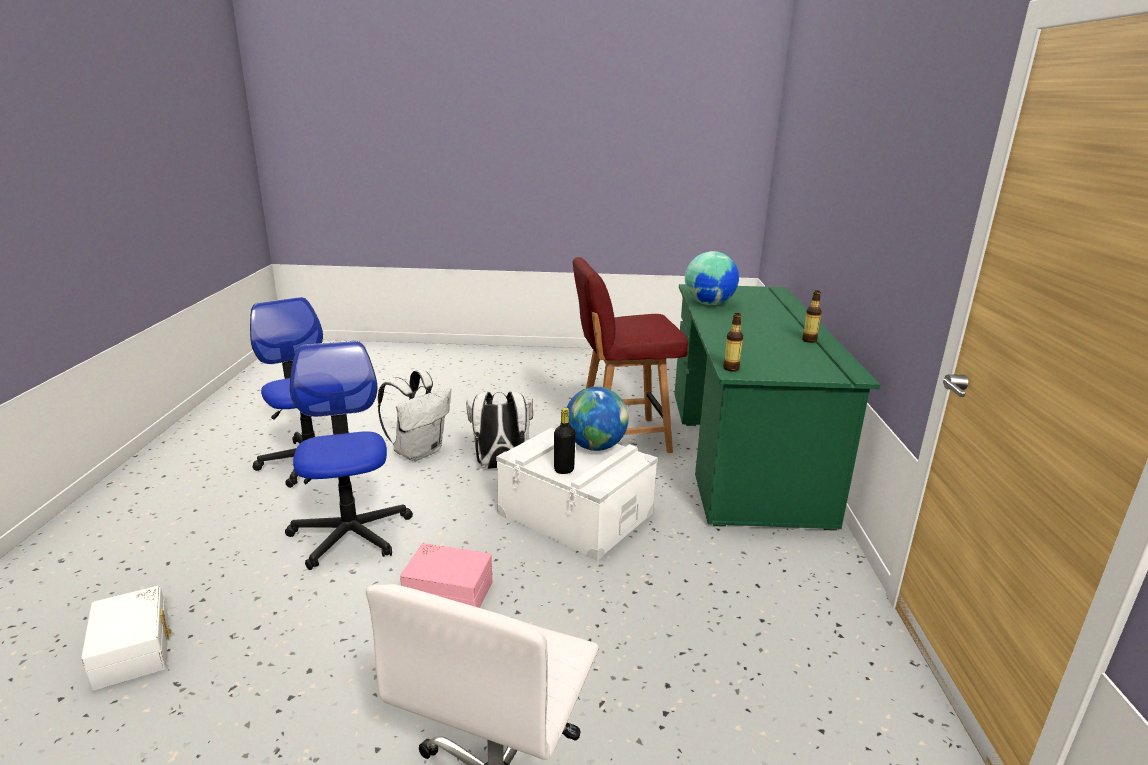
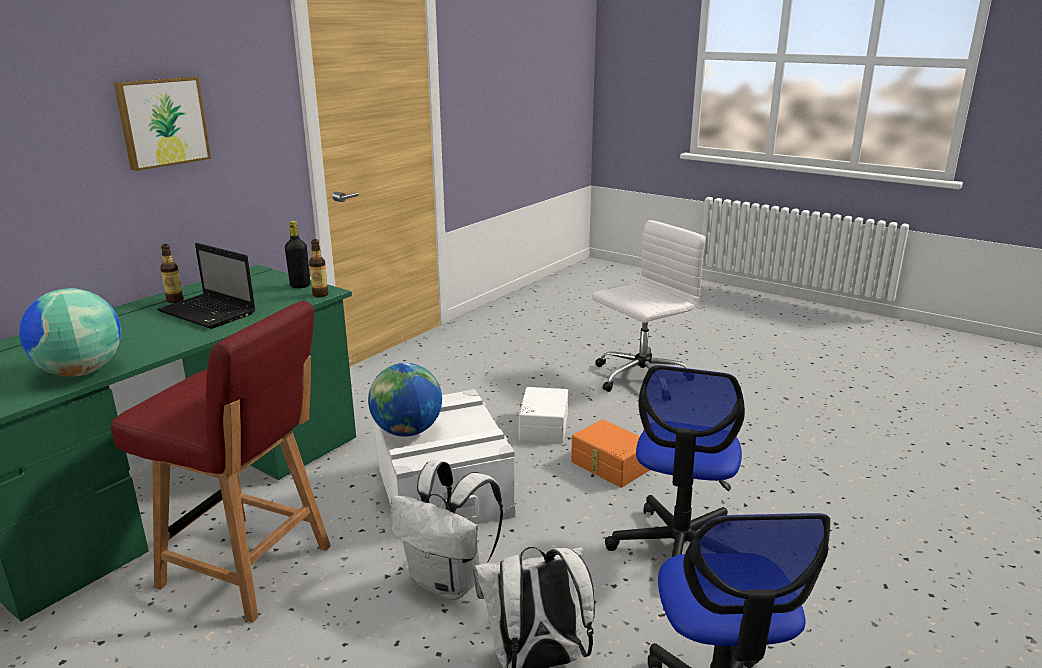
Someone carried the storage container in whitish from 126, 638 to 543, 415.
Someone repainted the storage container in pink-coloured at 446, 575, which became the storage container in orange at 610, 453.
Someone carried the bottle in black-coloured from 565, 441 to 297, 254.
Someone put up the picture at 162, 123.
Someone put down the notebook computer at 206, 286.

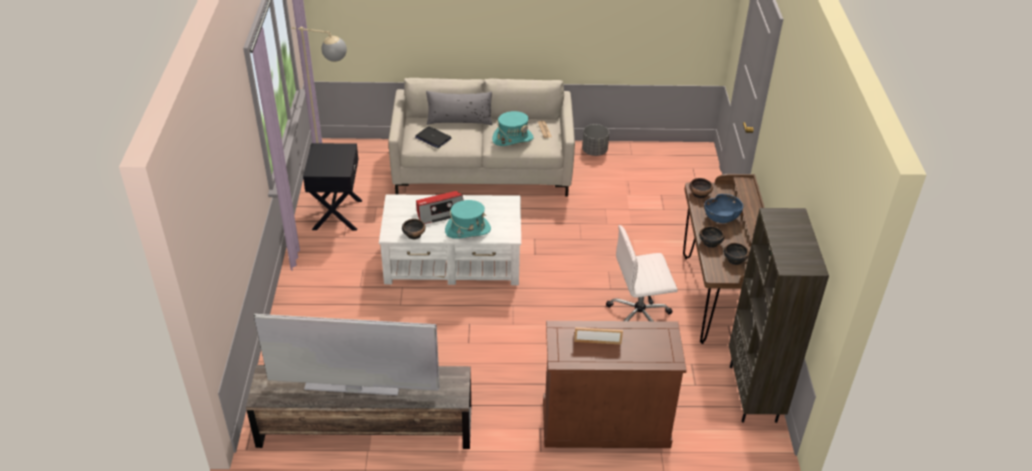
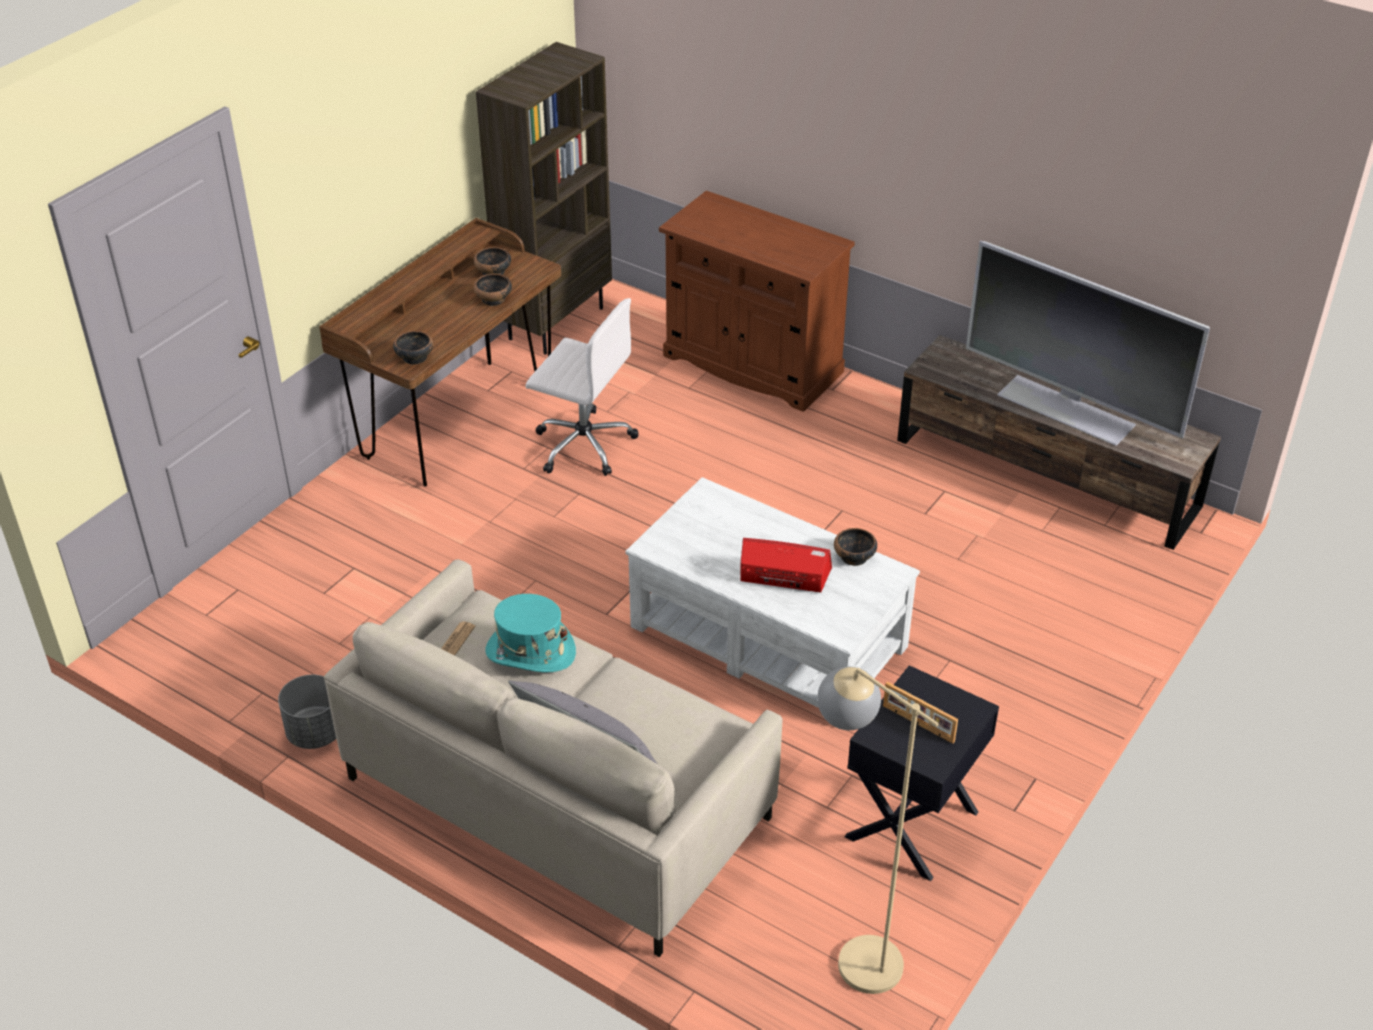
Someone took away the notebook computer at 433, 137.
Someone took away the wearable hat in blue-green at 468, 219.
Someone carried the standing frame from 598, 336 to 920, 713.
Someone took away the deep dish in blue at 723, 208.

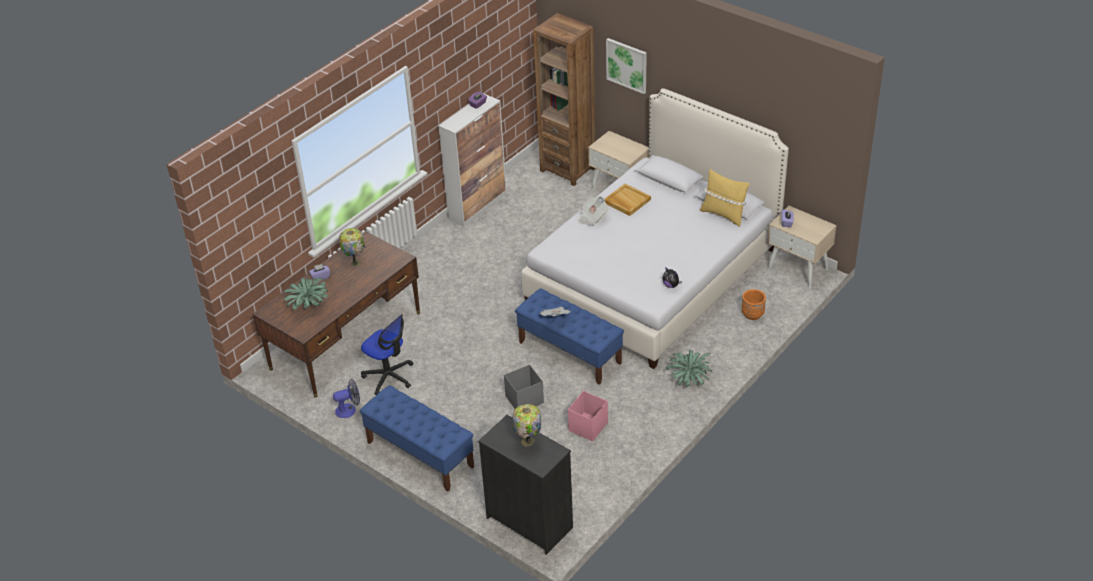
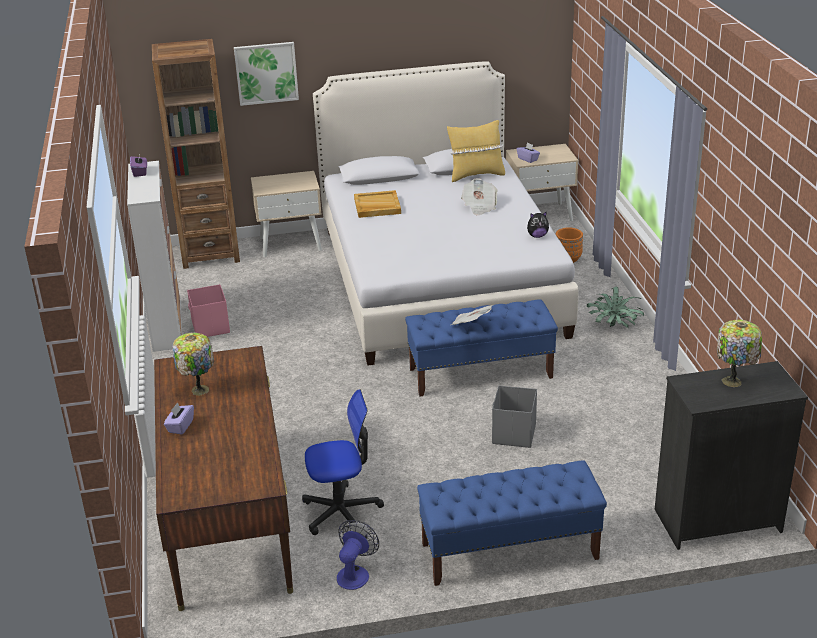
Someone took away the potted plant at 306, 293.
Someone carried the storage container in pink-coloured from 588, 416 to 208, 310.
Someone carried the newspaper from 593, 211 to 479, 196.

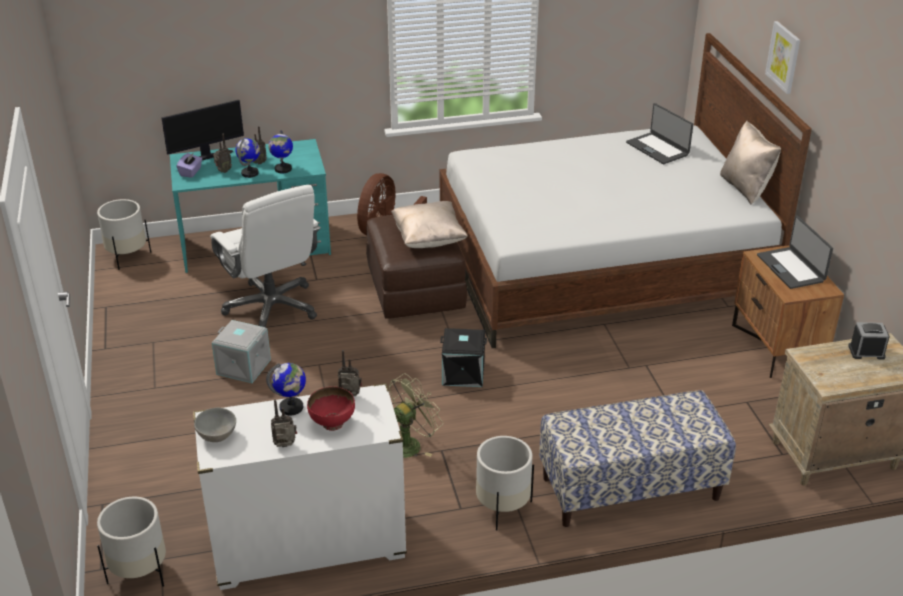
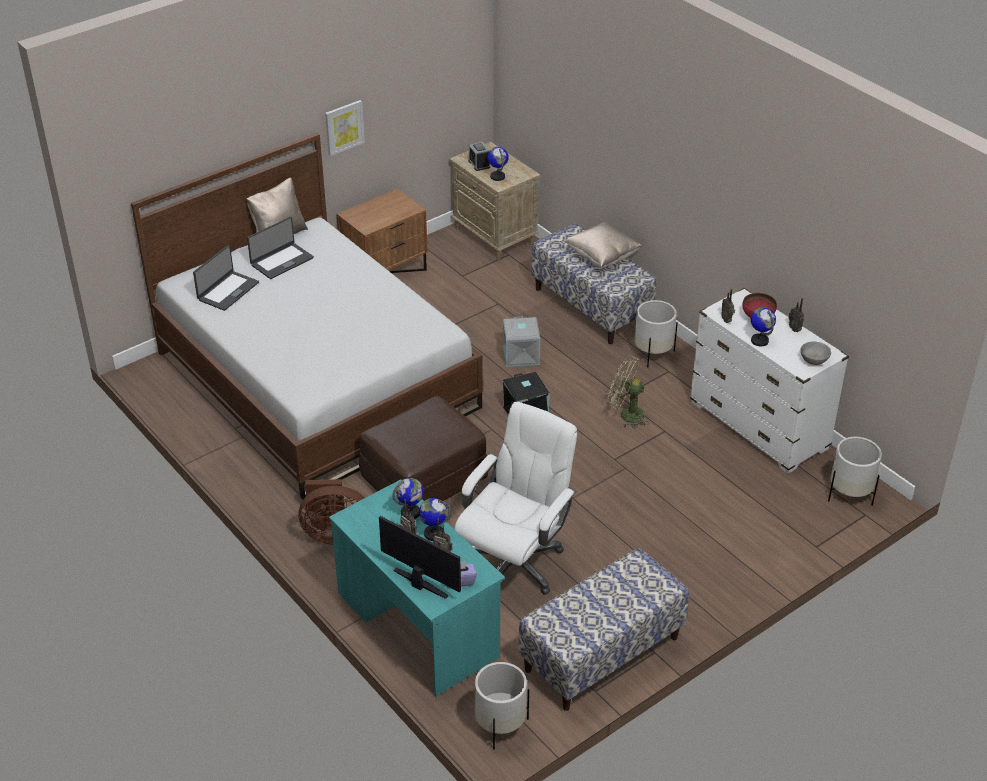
Someone carried the storage container in greyish from 241, 351 to 521, 341.
Someone carried the cushion in beige from 429, 224 to 603, 245.
Someone carried the notebook computer from 795, 252 to 280, 248.
Someone carried the picture from 782, 57 to 345, 128.
Someone put down the desk globe at 498, 164.
Someone put down the bench at 604, 629.

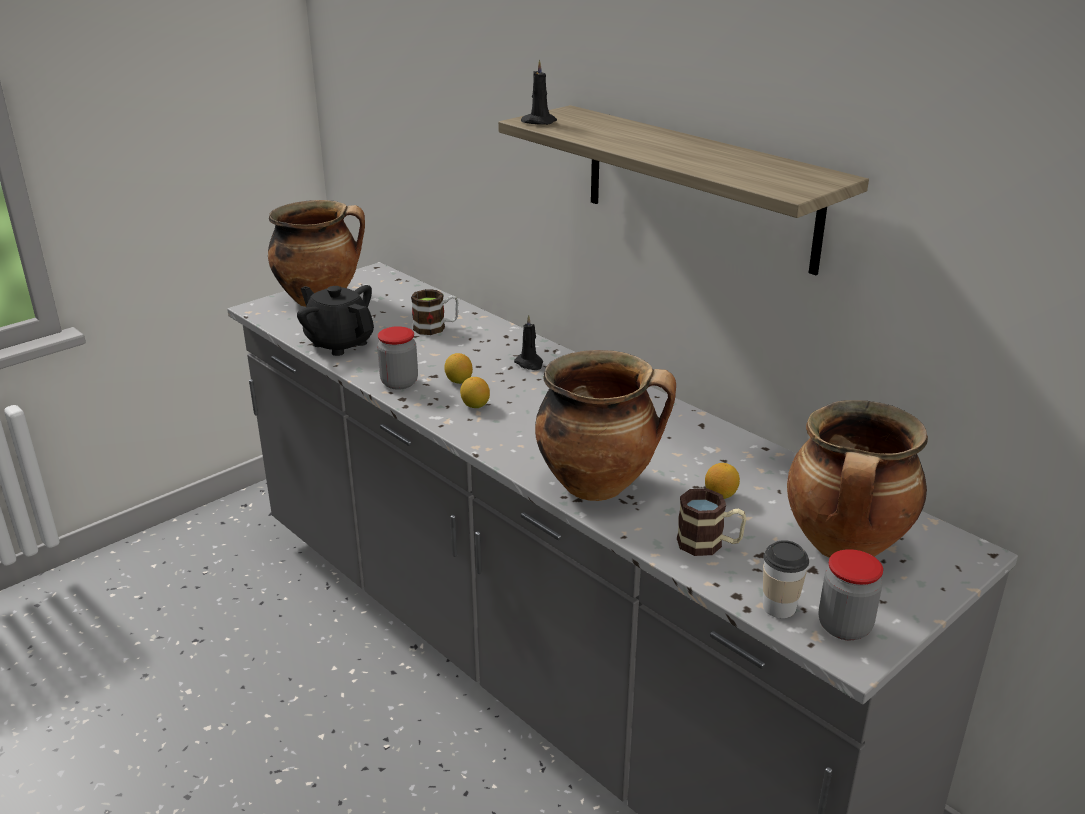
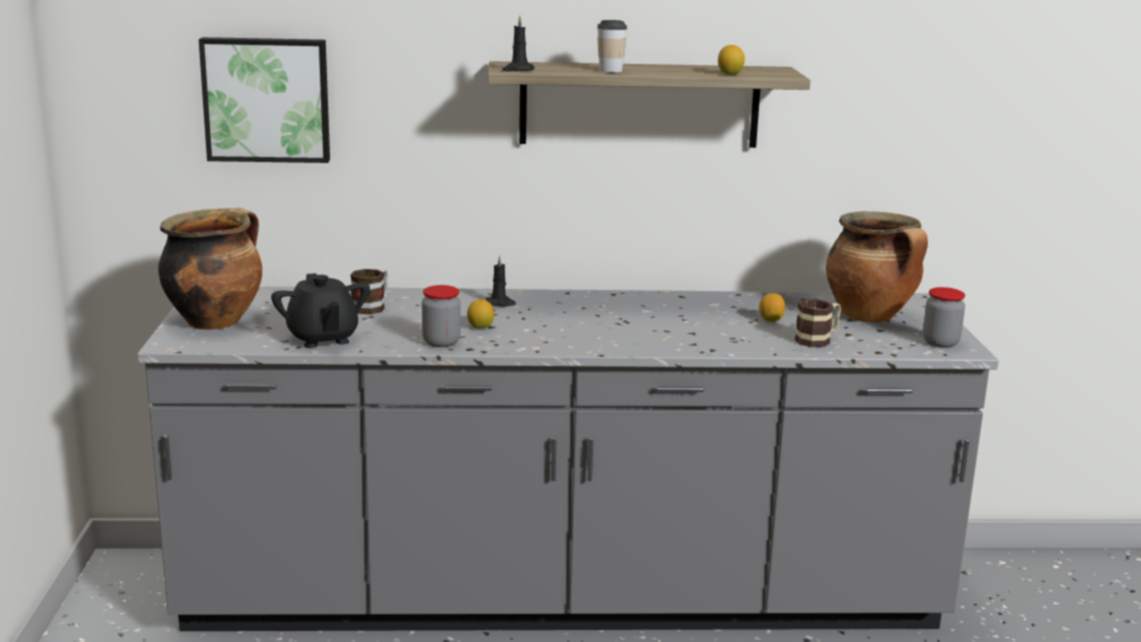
Someone rotated the teapot in black-coloured at 335, 320 by 105 degrees counterclockwise.
Someone carried the lemon from 475, 392 to 731, 59.
Someone took away the cooking pot at 605, 425.
Someone carried the drinking cup from 786, 579 to 612, 46.
Someone put up the picture at 264, 100.

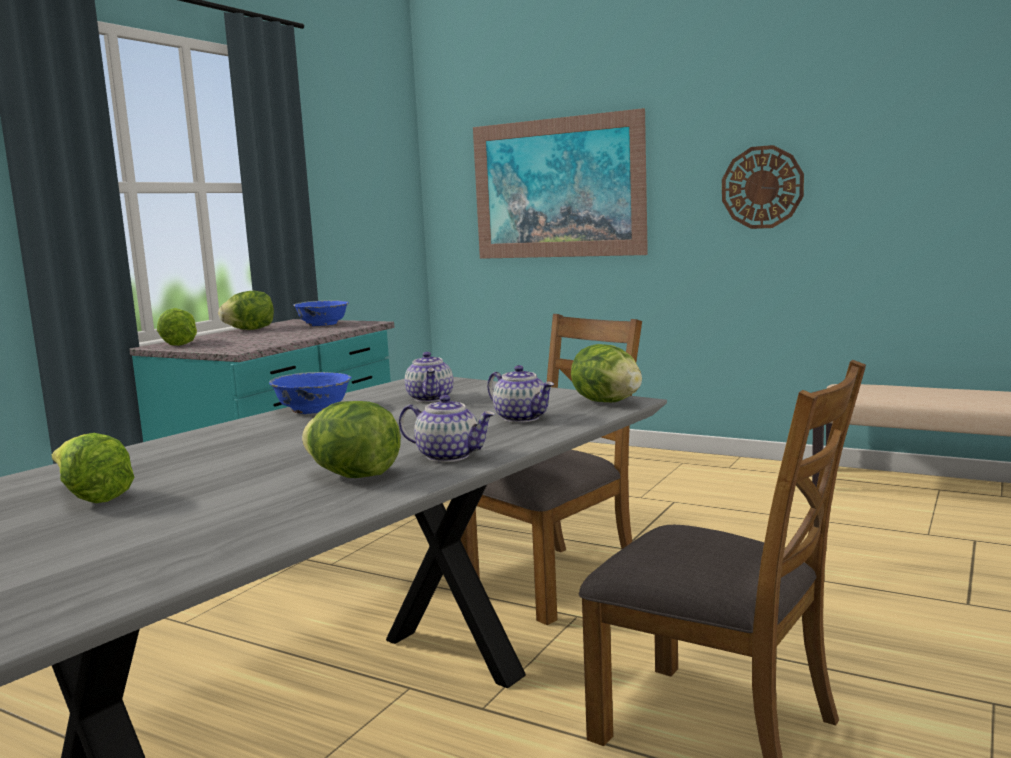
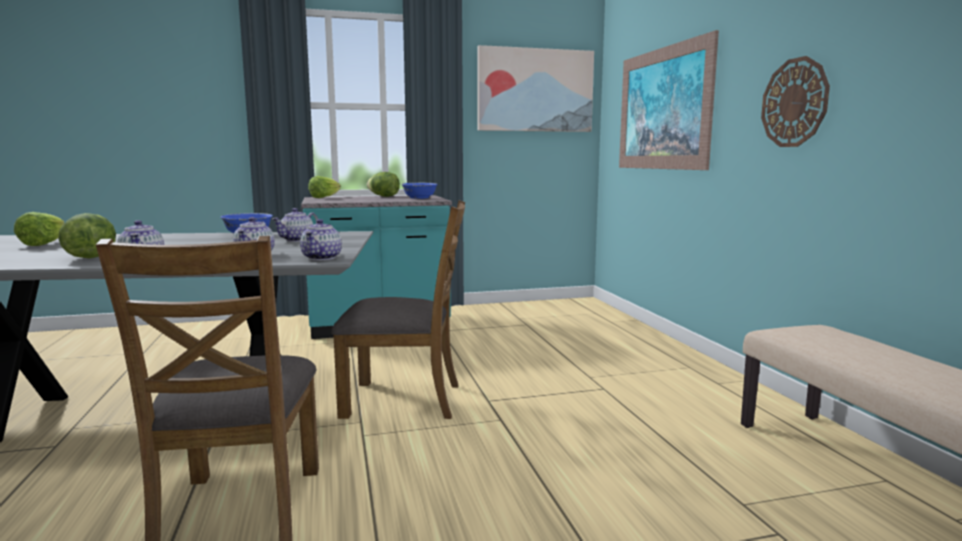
Someone swapped the lettuce head at 606, 373 for the teapot at 321, 239.
Someone put up the picture at 535, 88.

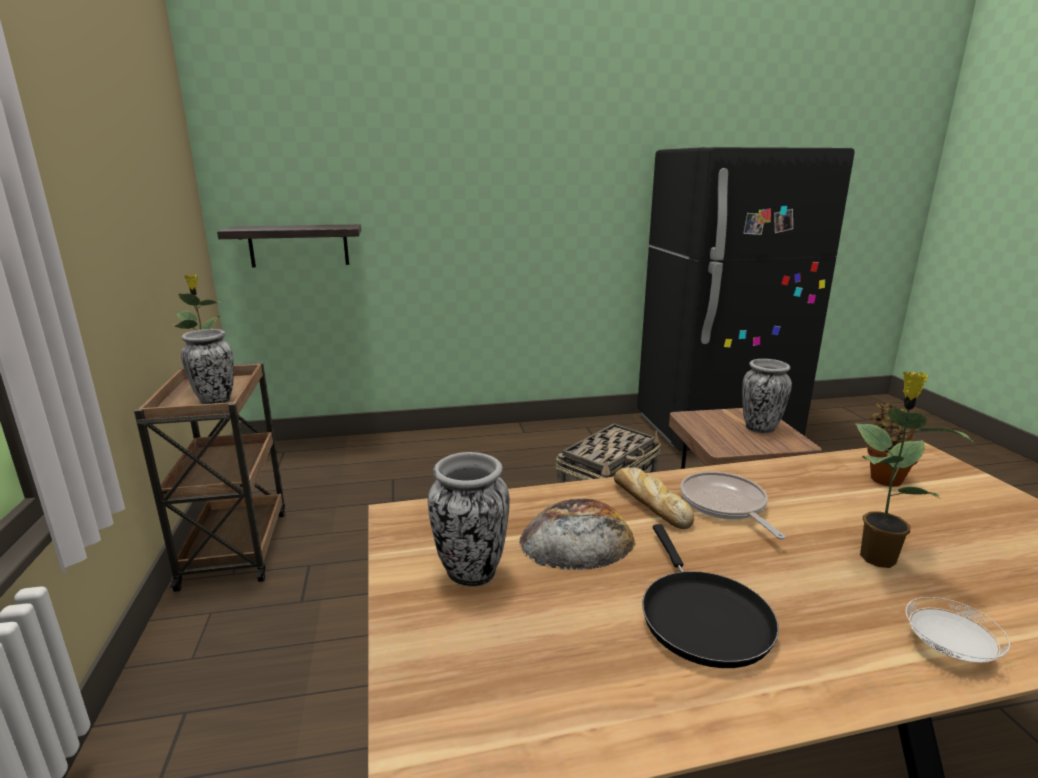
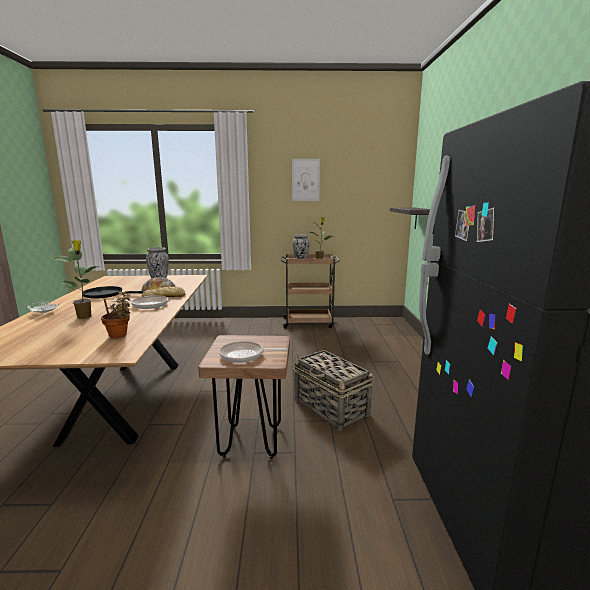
Someone swapped the flower vase at 767, 396 for the skillet at 253, 352.
Someone put up the picture at 306, 180.

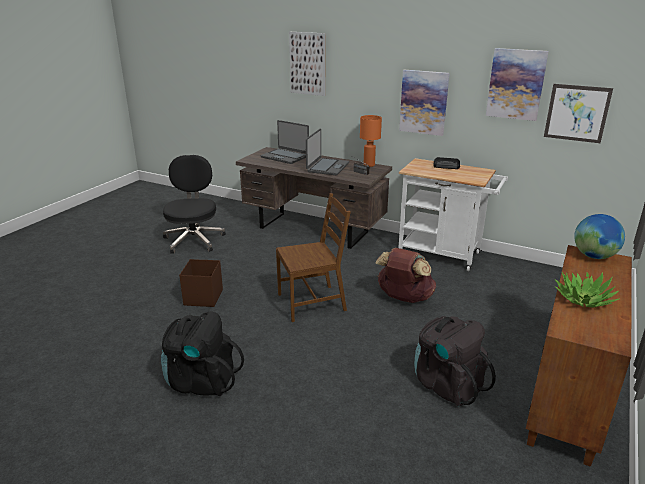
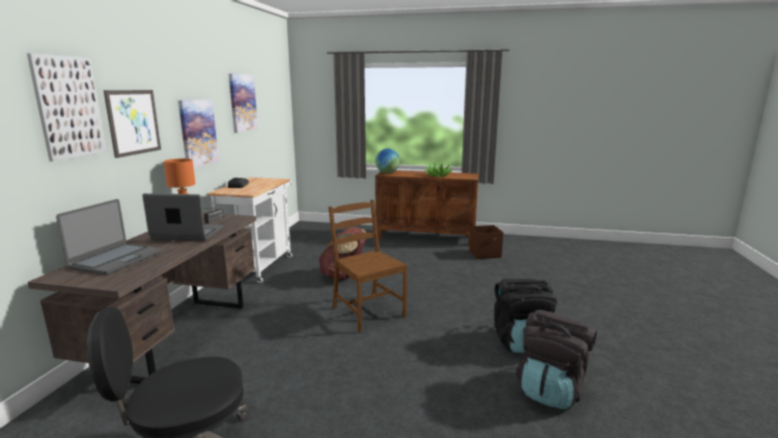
Someone carried the storage container in brown from 201, 283 to 486, 242.
Someone carried the knapsack in black-coloured from 455, 361 to 556, 359.
Someone carried the picture from 578, 113 to 132, 124.

